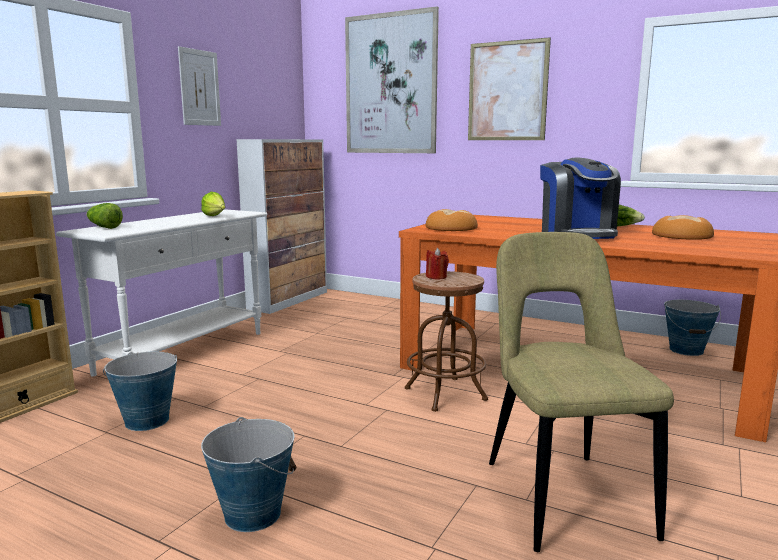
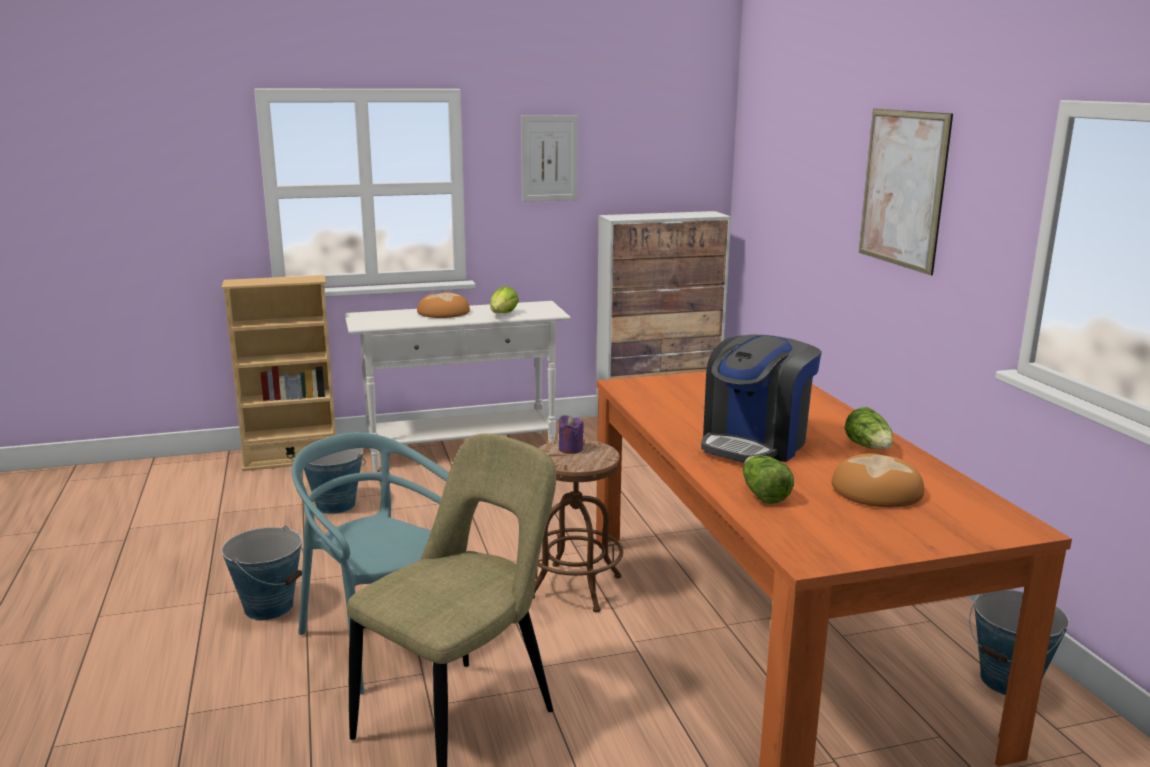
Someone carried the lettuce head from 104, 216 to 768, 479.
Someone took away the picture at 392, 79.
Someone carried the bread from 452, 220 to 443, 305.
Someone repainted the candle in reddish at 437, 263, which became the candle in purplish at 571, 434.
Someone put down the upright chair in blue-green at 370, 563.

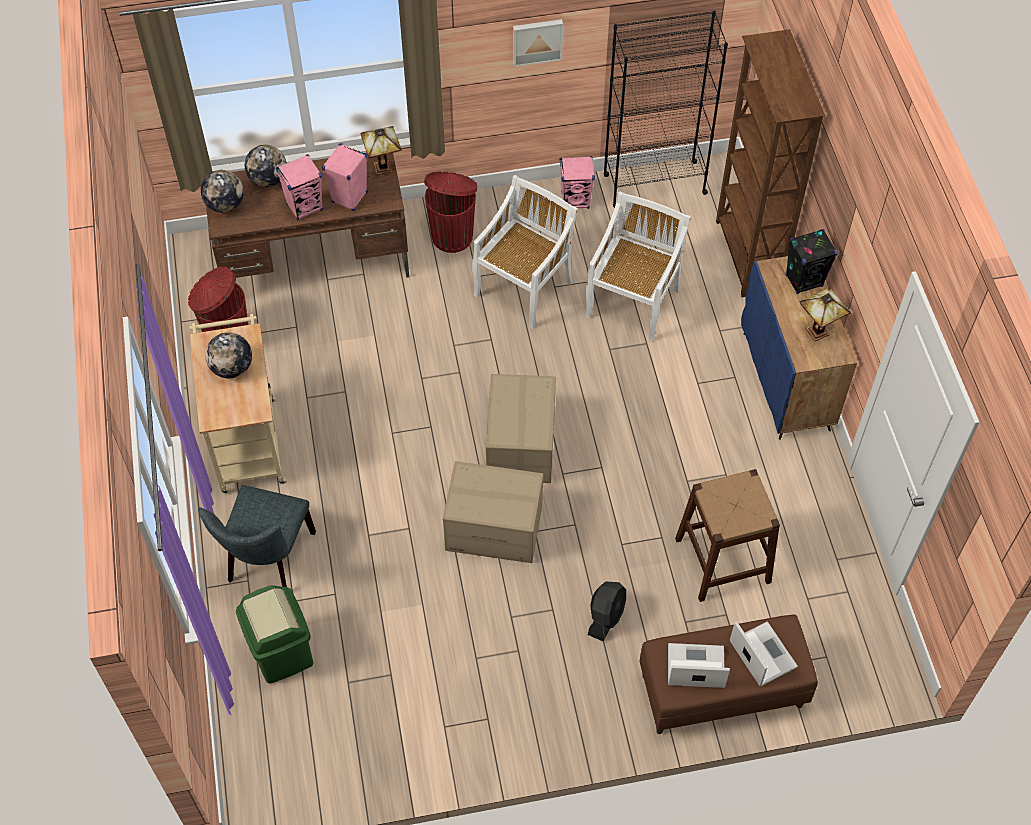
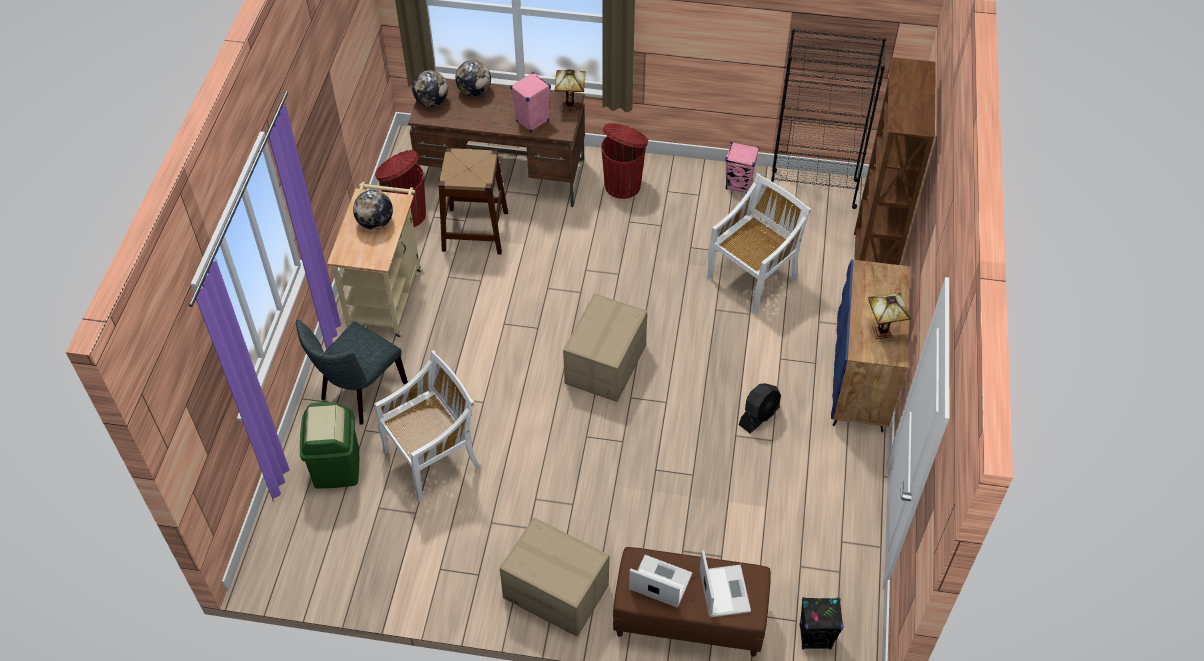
Someone took away the speaker in pink-coloured at 299, 187.
Someone carried the carton from 493, 512 to 554, 577.
Someone carried the upright chair in whitish from 525, 252 to 427, 426.
Someone took away the picture at 538, 43.
Someone carried the electric fan in black-coloured from 607, 611 to 760, 408.
Someone carried the stool in brown from 727, 535 to 473, 201.
Someone carried the speaker in black-coloured from 811, 261 to 821, 623.

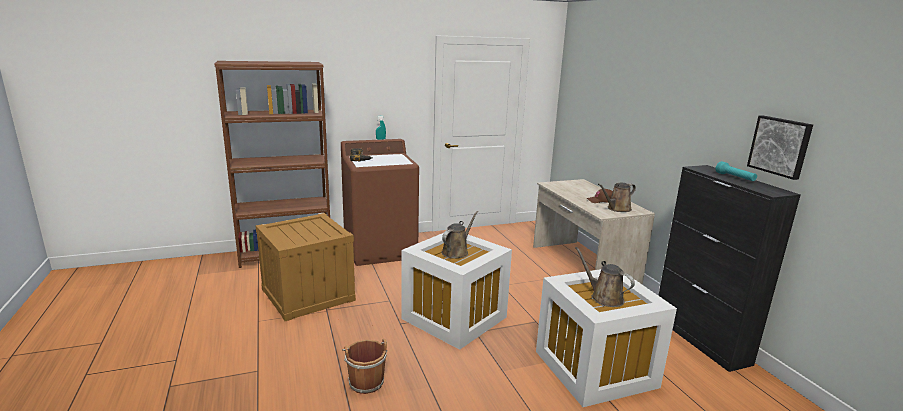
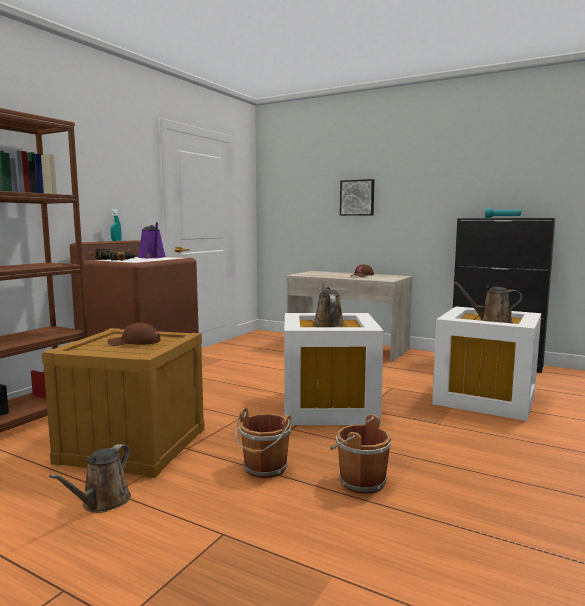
Someone carried the watering pot in brown from 617, 197 to 90, 478.
Someone carried the picture from 780, 147 to 357, 197.
Someone put down the cap in brown at 134, 334.
Someone put down the watering pot in purplish at 152, 240.
Someone put down the water bucket in brown at 263, 443.

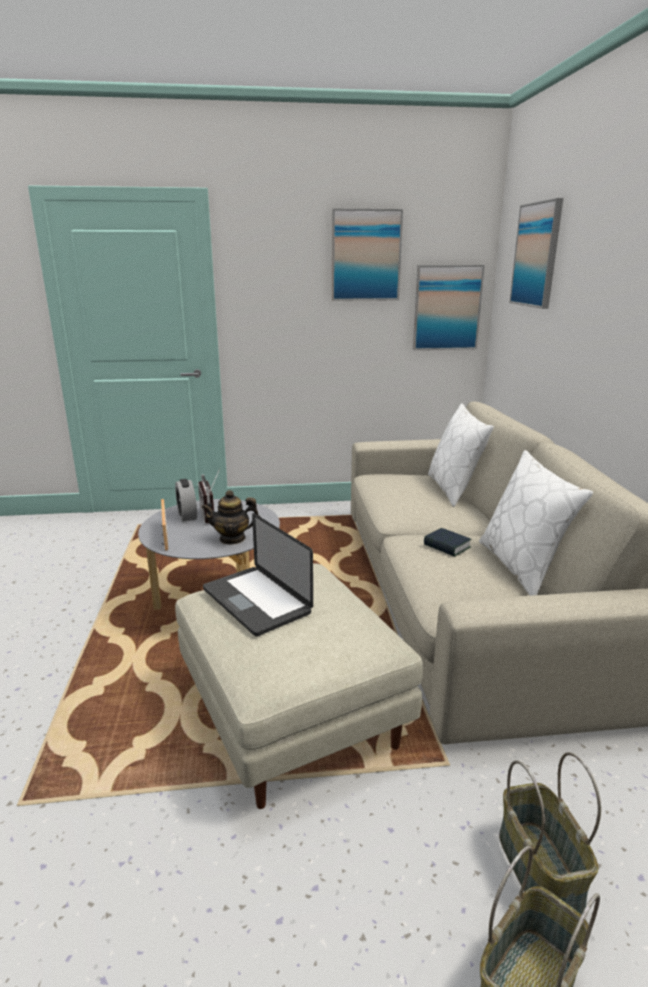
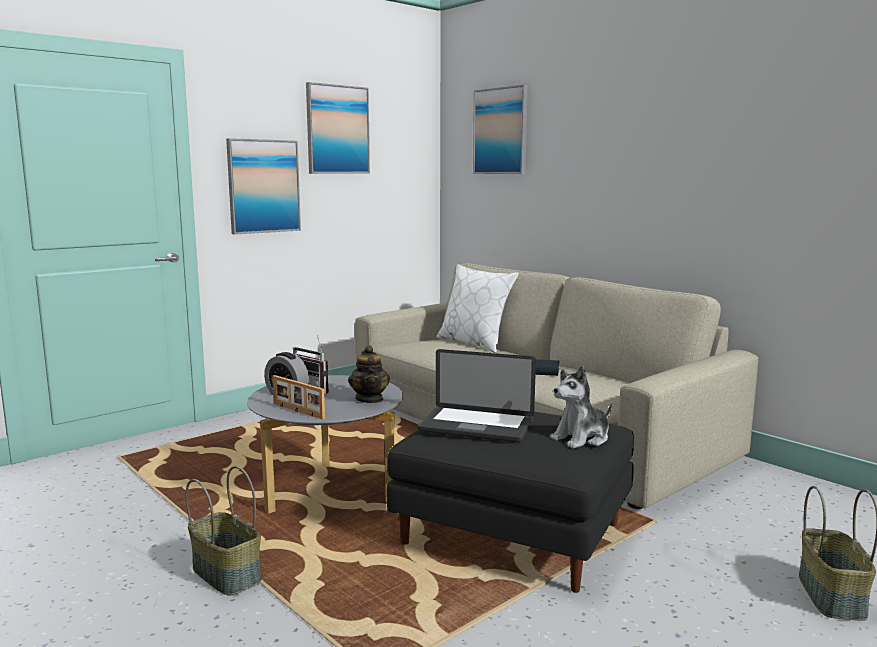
Someone repainted the pouffe in beige at 299, 686, which became the pouffe in black-coloured at 510, 501.
Someone rotated the teapot at 231, 517 by 60 degrees counterclockwise.
Someone carried the picture from 449, 307 to 263, 186.
Someone took away the cushion in whitish at 536, 523.
Someone carried the household basket from 550, 833 to 223, 531.
Someone put down the plush toy at 581, 407.

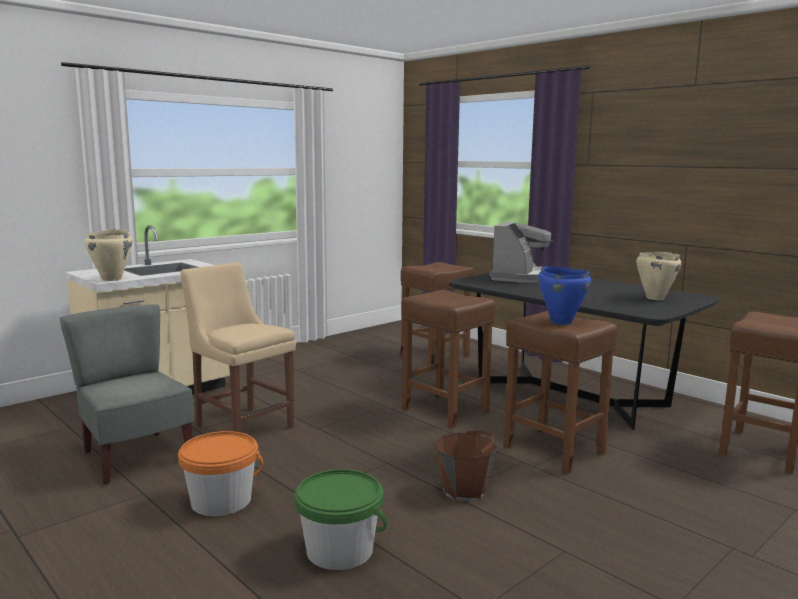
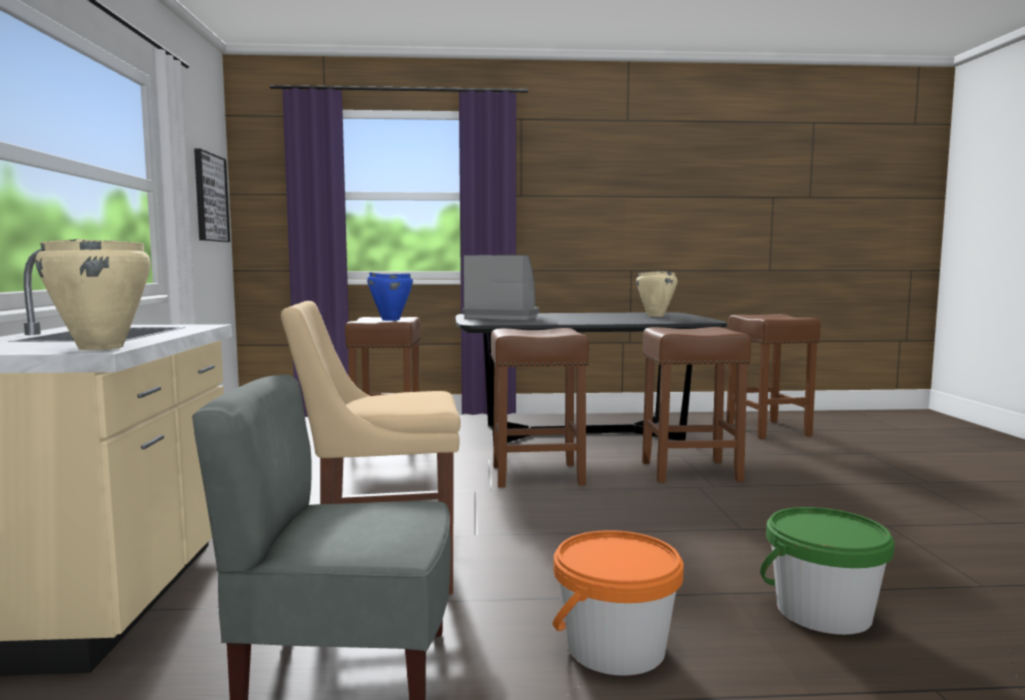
Someone took away the water bucket in brown at 466, 466.
Someone rotated the coffee machine at 521, 252 by 45 degrees counterclockwise.
Someone carried the cooking pot in blue from 564, 295 to 390, 296.
Someone put up the picture at 212, 195.

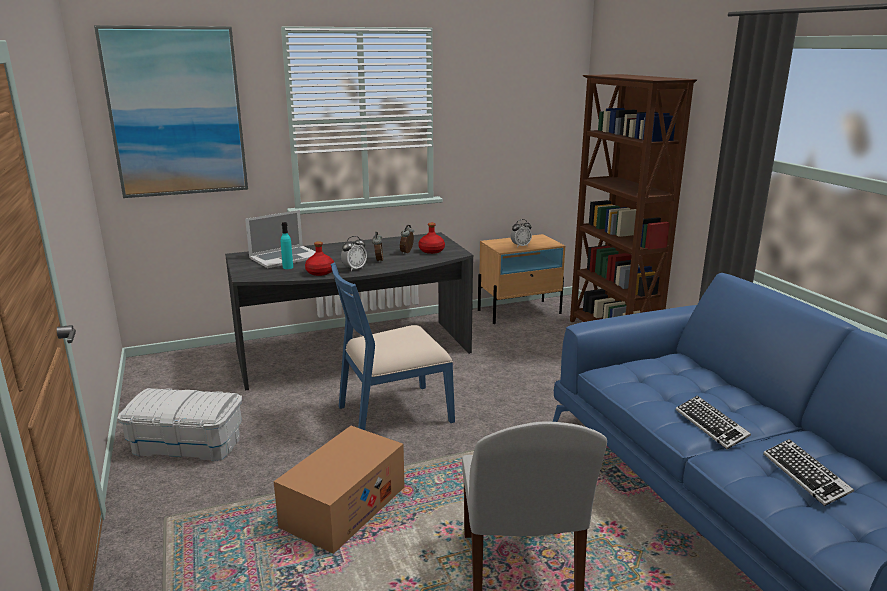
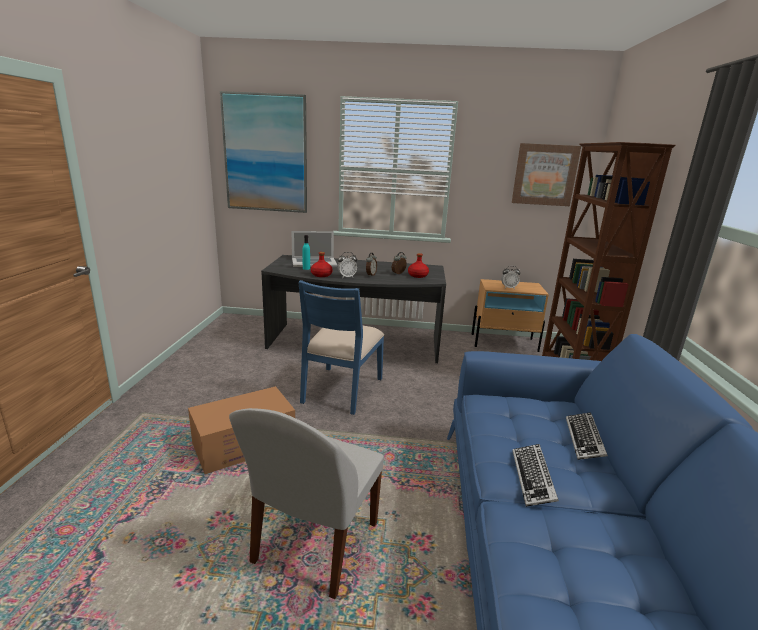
Someone took away the storage container in whitish at 179, 424.
Someone rotated the upright chair in blue at 393, 346 by 75 degrees counterclockwise.
Someone carried the PC keyboard from 808, 472 to 587, 436.
Someone put up the picture at 546, 174.

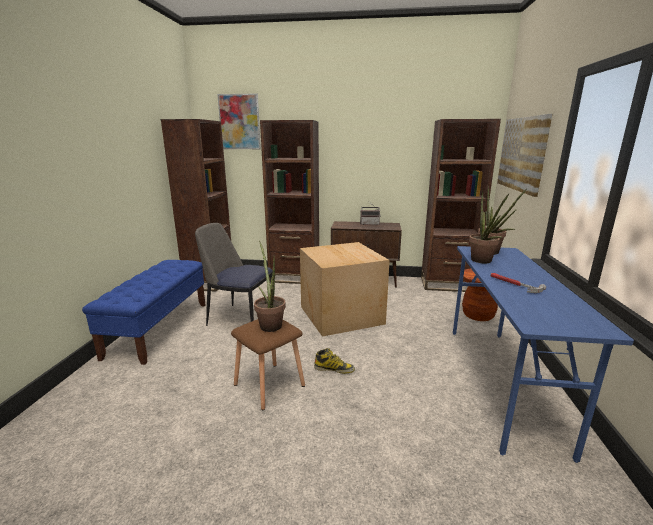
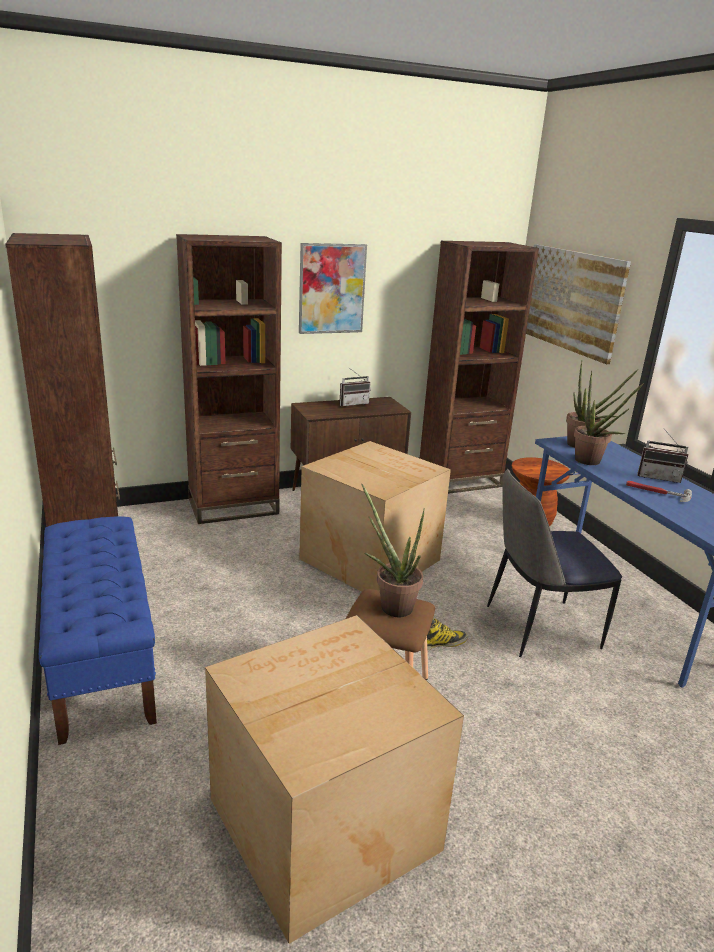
Someone carried the upright chair from 234, 274 to 554, 563.
Someone carried the picture from 239, 121 to 333, 288.
Someone put down the carton at 334, 779.
Someone put down the radio receiver at 662, 456.

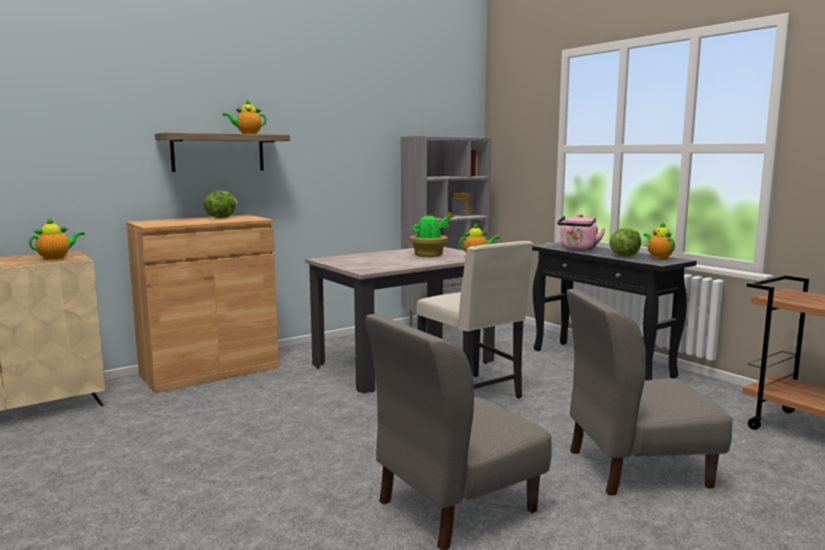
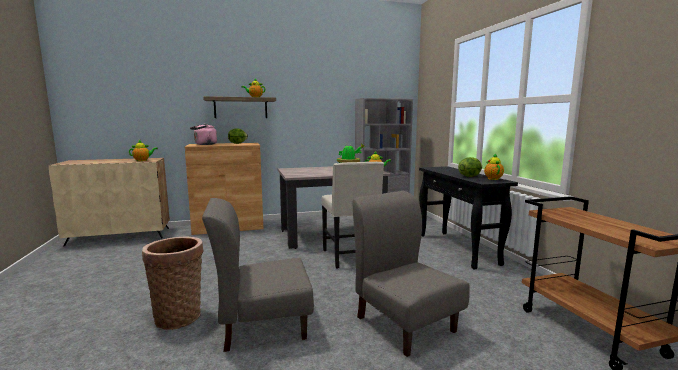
Someone carried the water kettle in pink-coloured from 581, 232 to 203, 134.
Someone rotated the upright chair in greyish at 649, 392 by 45 degrees clockwise.
Someone put down the household basket at 172, 283.

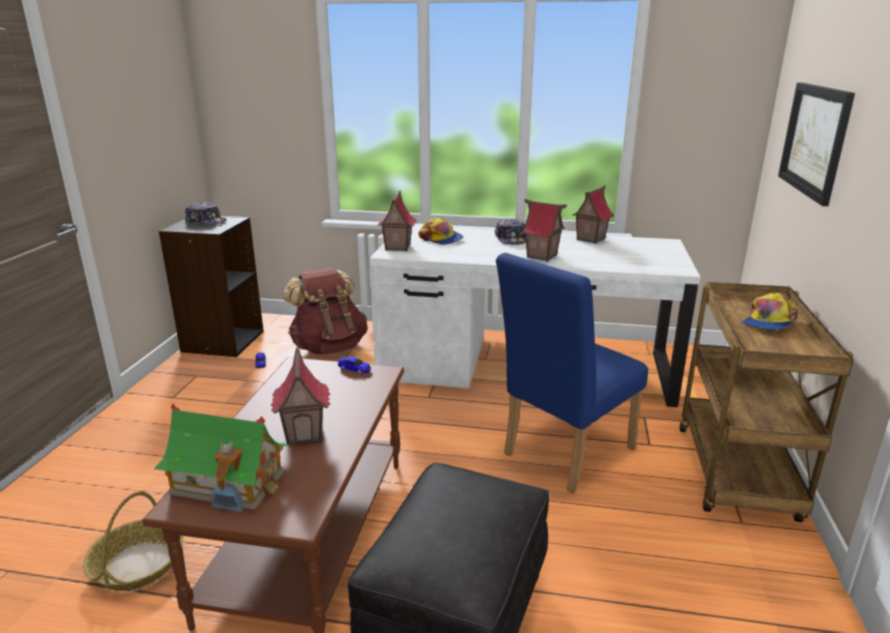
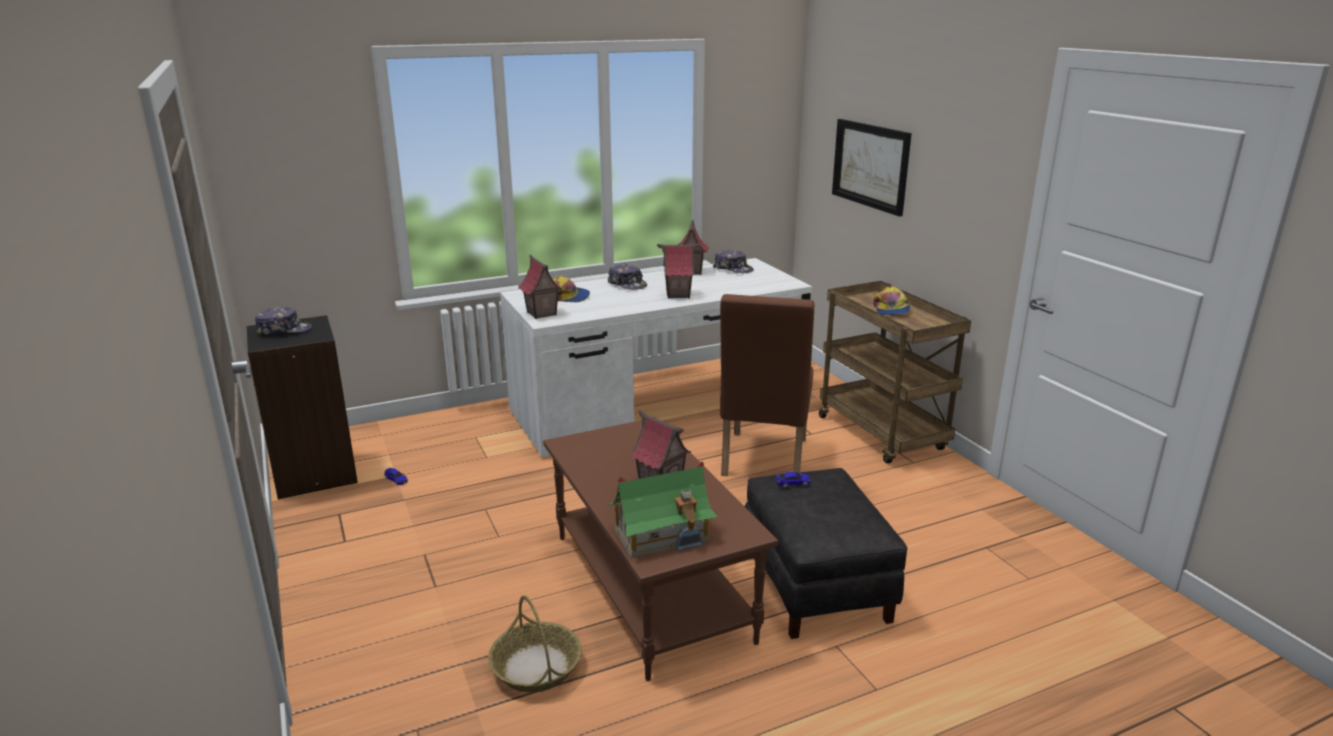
Someone took away the knapsack in brown at 325, 310.
Someone carried the toy car from 354, 365 to 793, 480.
Someone repainted the upright chair in blue at 572, 373, which became the upright chair in brown at 767, 385.
Someone put down the cap at 733, 261.

